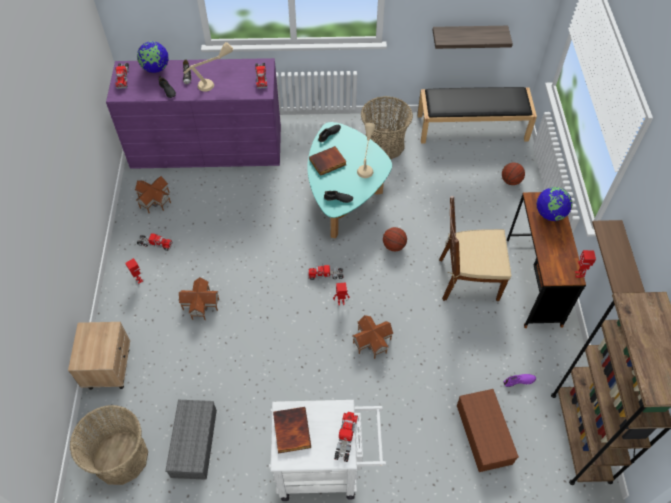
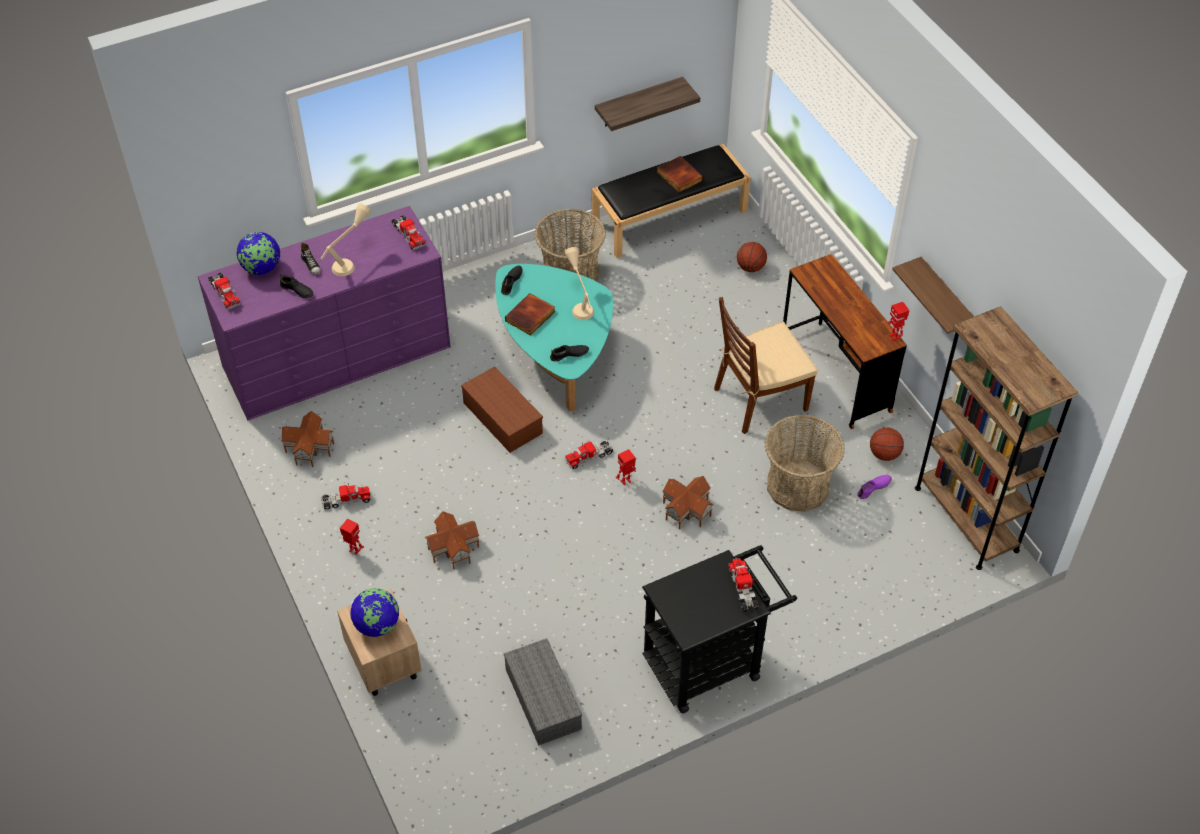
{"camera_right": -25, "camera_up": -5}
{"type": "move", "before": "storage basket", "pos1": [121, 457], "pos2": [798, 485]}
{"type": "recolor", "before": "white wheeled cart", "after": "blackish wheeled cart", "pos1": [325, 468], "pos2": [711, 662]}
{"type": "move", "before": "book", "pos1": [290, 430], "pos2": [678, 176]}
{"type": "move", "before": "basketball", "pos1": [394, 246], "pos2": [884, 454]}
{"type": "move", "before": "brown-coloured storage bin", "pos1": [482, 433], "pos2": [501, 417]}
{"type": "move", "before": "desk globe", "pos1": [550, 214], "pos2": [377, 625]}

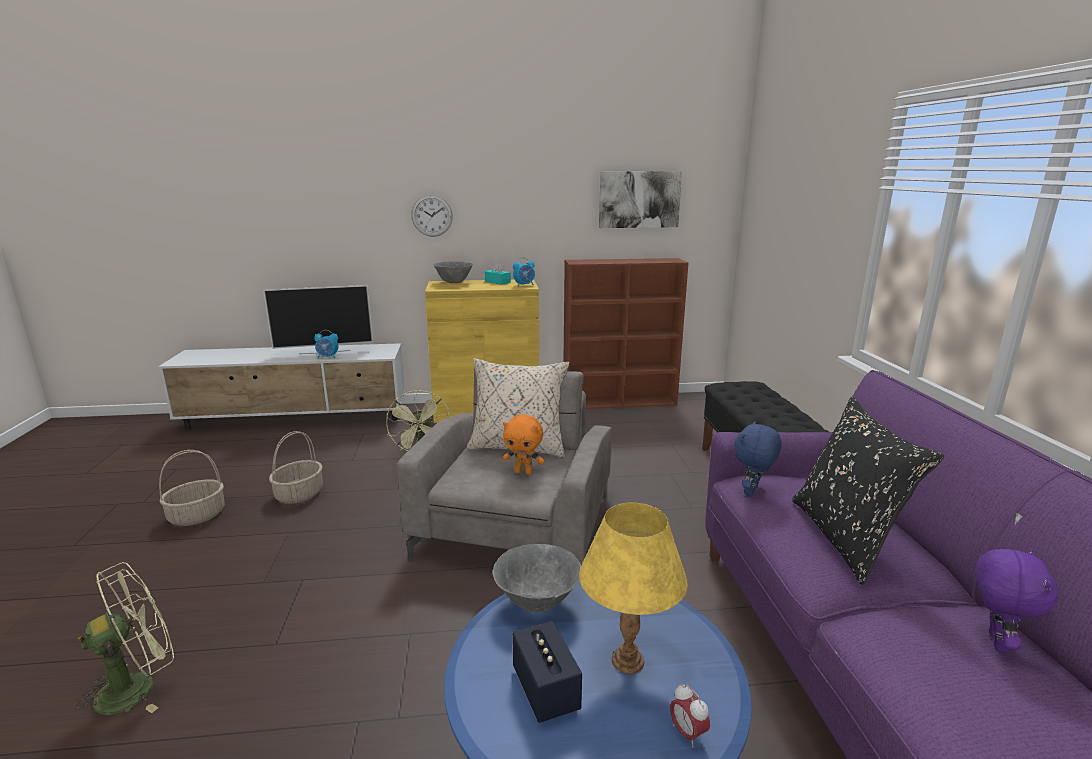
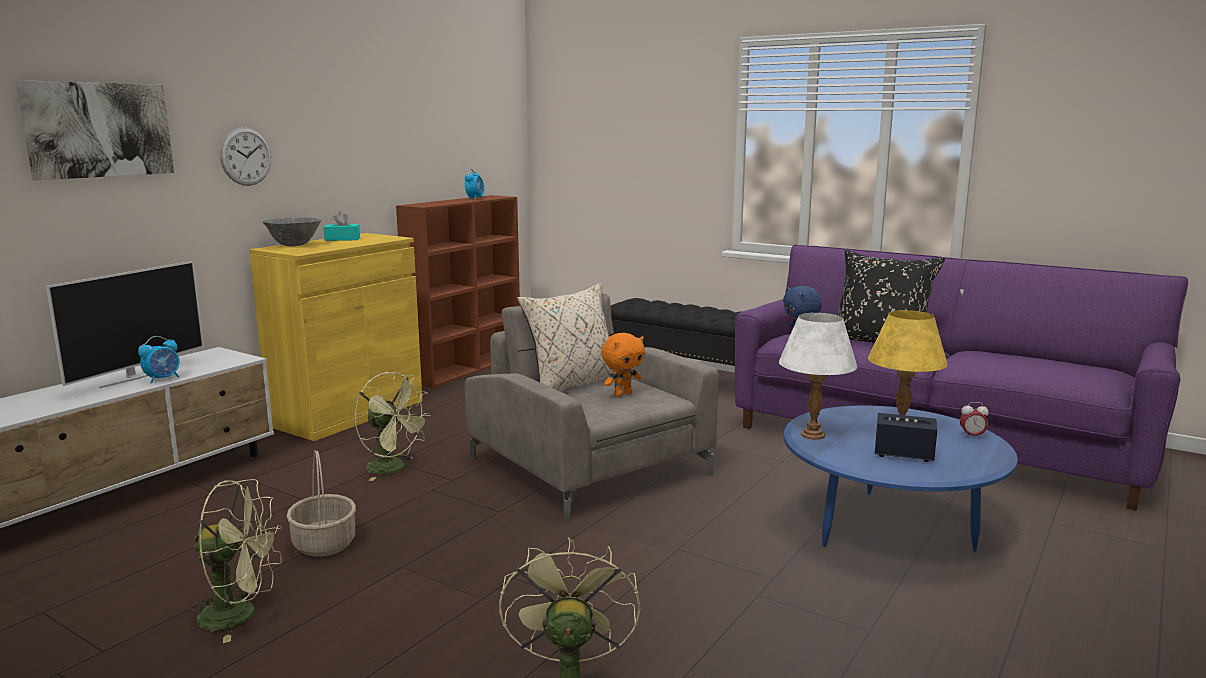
{"camera_right": -50, "camera_up": -5}
{"type": "replace", "before": "storage basket", "after": "green cooling fan", "pos1": [197, 515], "pos2": [240, 615]}
{"type": "replace", "before": "gray deep dish", "after": "white table lamp", "pos1": [538, 602], "pos2": [813, 435]}
{"type": "move", "before": "bedside clock", "pos1": [524, 285], "pos2": [475, 199]}
{"type": "move", "before": "wall picture", "pos1": [639, 199], "pos2": [99, 130]}
{"type": "delete", "before": "purple-coloured plush toy", "pos1": [994, 641]}

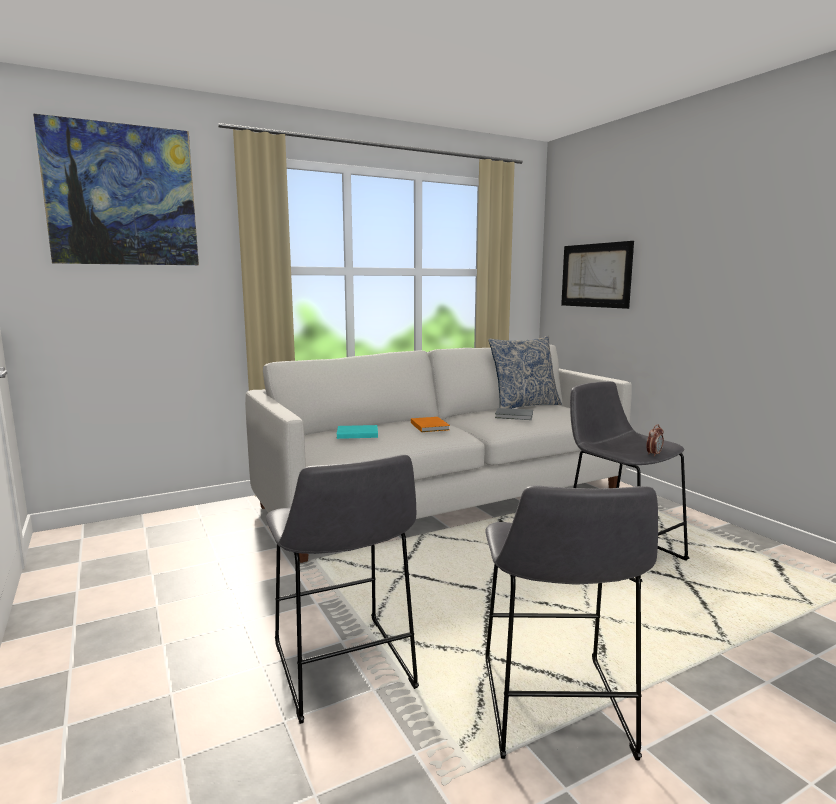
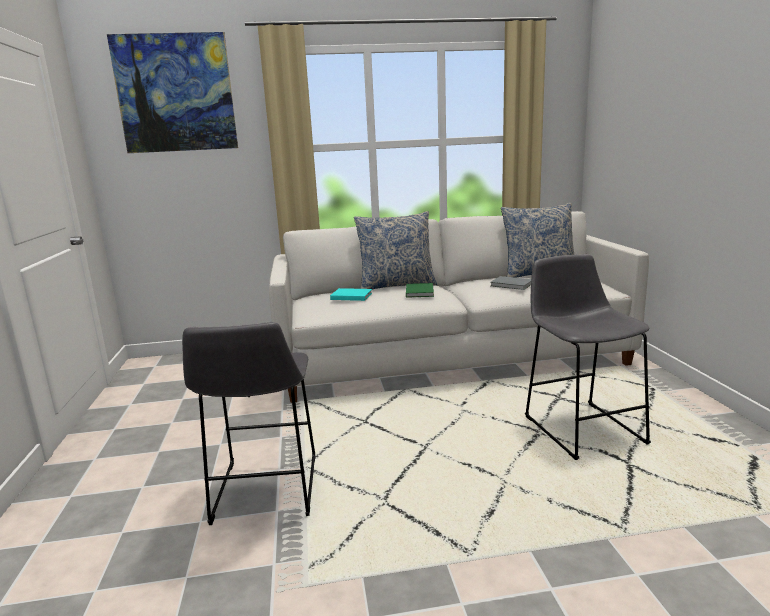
{"camera_right": 20, "camera_up": 5}
{"type": "recolor", "before": "orange-coloured book", "after": "green book", "pos1": [430, 426], "pos2": [420, 292]}
{"type": "delete", "before": "gray stool", "pos1": [554, 712]}
{"type": "delete", "before": "wall picture", "pos1": [595, 275]}
{"type": "delete", "before": "bedside clock", "pos1": [653, 454]}
{"type": "insert", "after": "cushion", "pos2": [396, 285]}

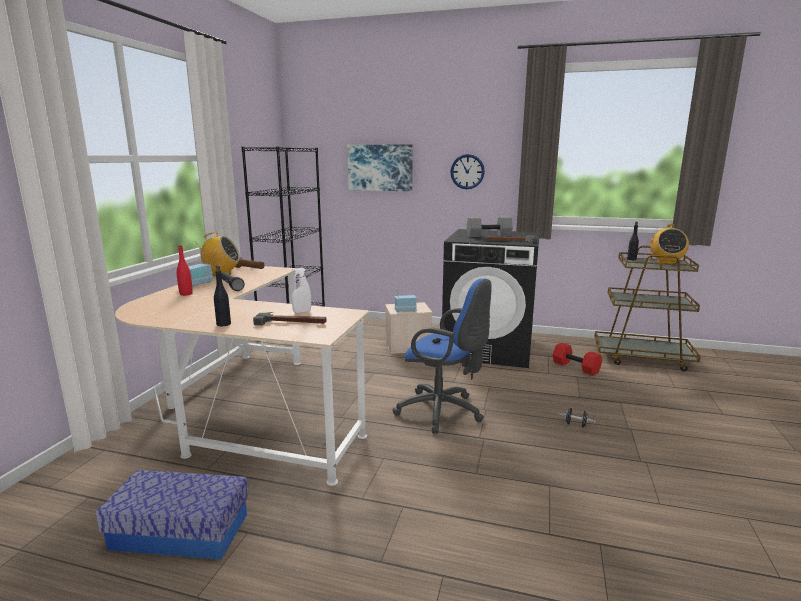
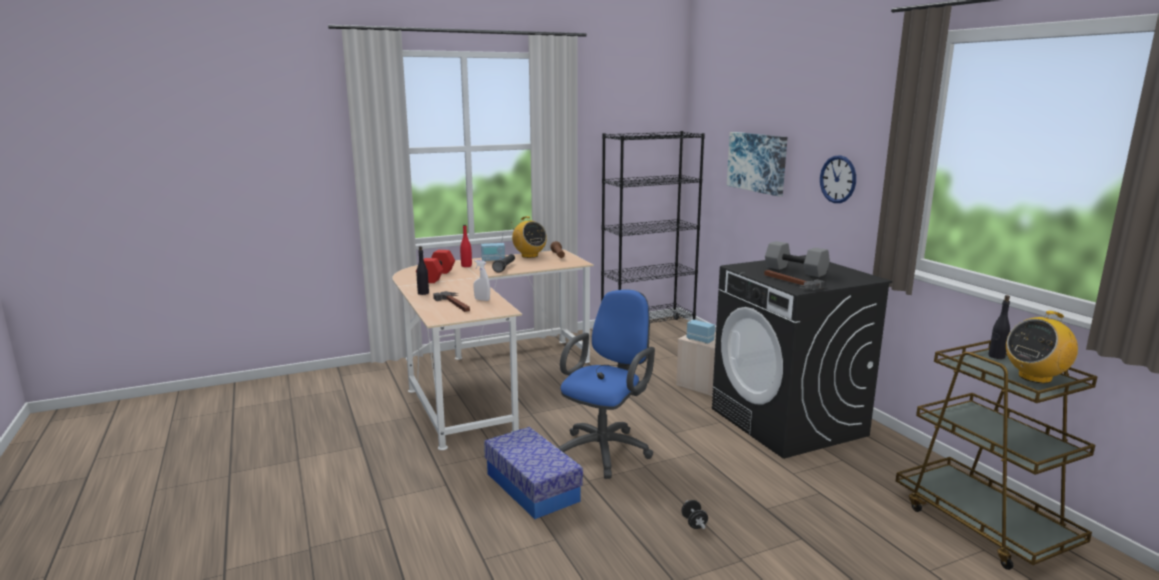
{"camera_right": 50, "camera_up": 0}
{"type": "move", "before": "storage bin", "pos1": [180, 531], "pos2": [532, 487]}
{"type": "rotate", "before": "blue-coloured desk chair", "pos1": [443, 412], "pos2": [606, 449], "turn": -135}
{"type": "move", "before": "red-coloured dumbbell", "pos1": [576, 367], "pos2": [437, 276]}

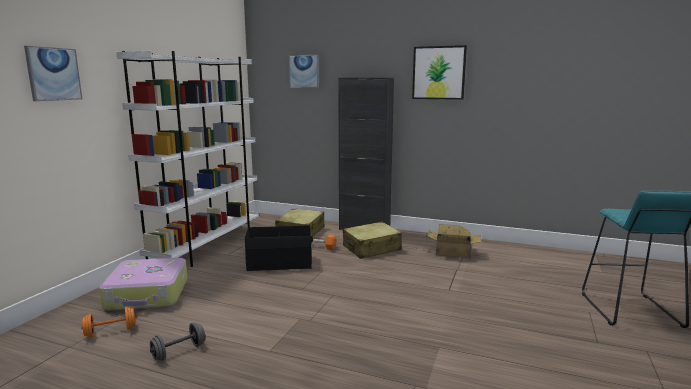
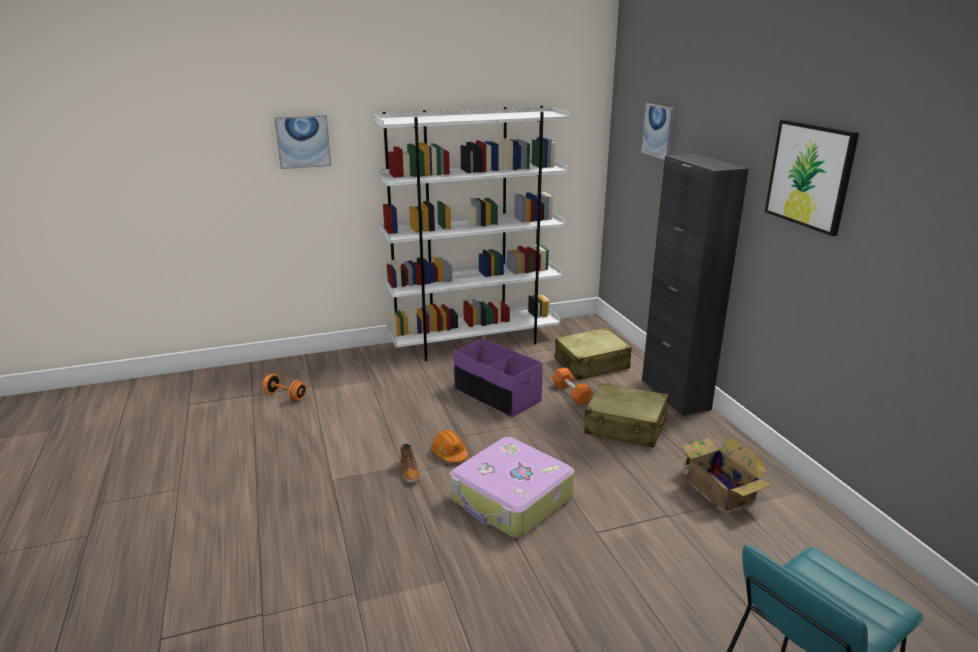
{"camera_right": 50, "camera_up": 10}
{"type": "move", "before": "piece of luggage", "pos1": [148, 294], "pos2": [511, 499]}
{"type": "delete", "before": "gray dumbbell", "pos1": [179, 351]}
{"type": "recolor", "before": "blackish storage bin", "after": "purple-coloured storage bin", "pos1": [280, 263], "pos2": [496, 395]}
{"type": "insert", "after": "high-top boot", "pos2": [410, 472]}
{"type": "insert", "after": "orange-coloured hard hat", "pos2": [449, 453]}

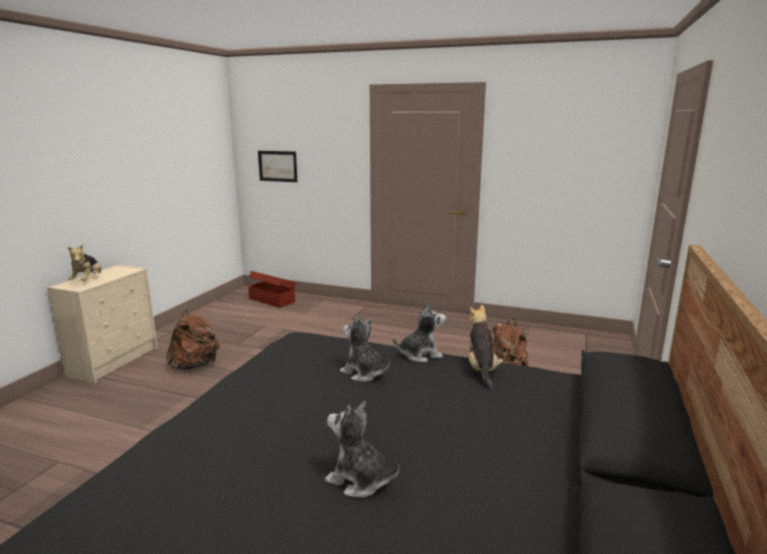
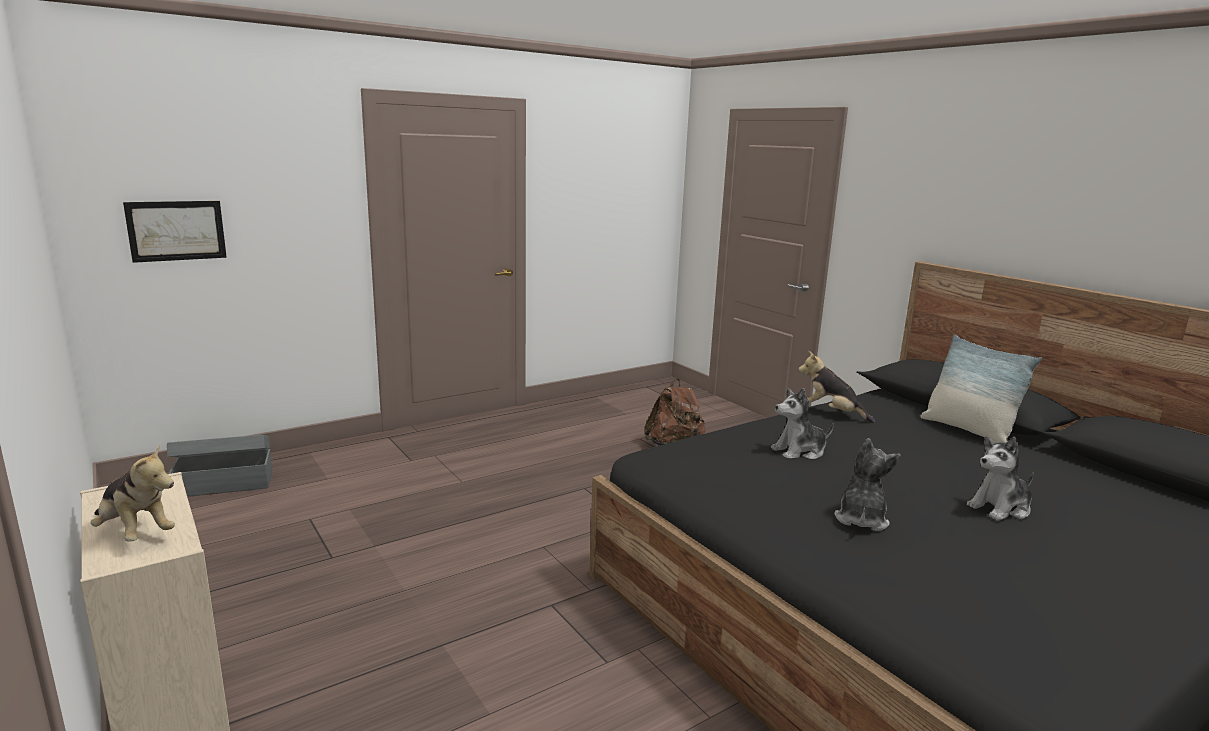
{"camera_right": -55, "camera_up": 0}
{"type": "delete", "before": "brown-coloured knapsack", "pos1": [195, 365]}
{"type": "recolor", "before": "brown-coloured storage bin", "after": "gray storage bin", "pos1": [272, 300], "pos2": [223, 484]}
{"type": "move", "before": "plush toy", "pos1": [420, 355], "pos2": [861, 519]}
{"type": "insert", "after": "cushion", "pos2": [968, 430]}

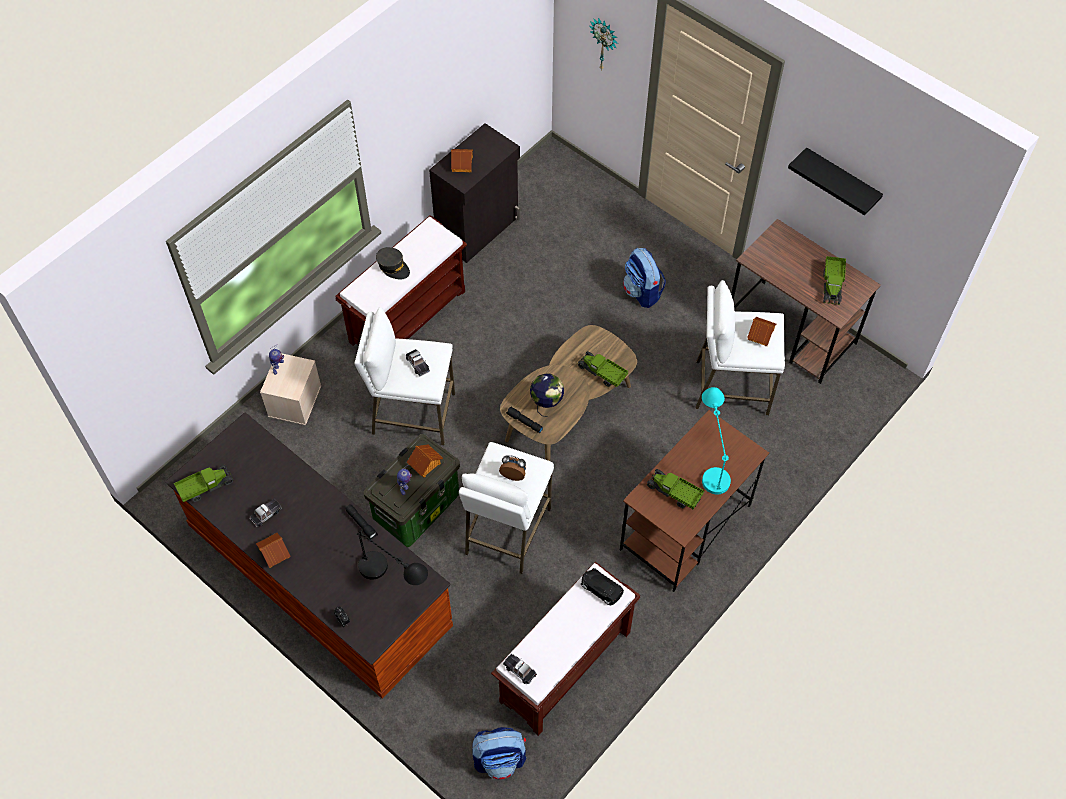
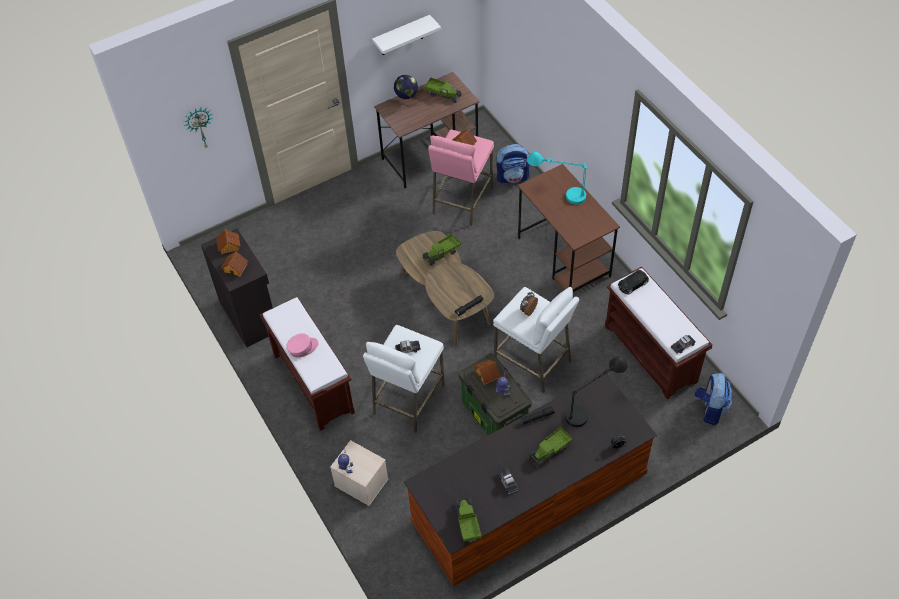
{"camera_right": -70, "camera_up": -5}
{"type": "move", "before": "miniature house", "pos1": [274, 553], "pos2": [229, 246]}
{"type": "recolor", "before": "gray peaked cap", "after": "pink peaked cap", "pos1": [393, 267], "pos2": [302, 348]}
{"type": "move", "before": "desk globe", "pos1": [546, 404], "pos2": [407, 100]}
{"type": "move", "before": "knapsack", "pos1": [642, 292], "pos2": [512, 177]}
{"type": "move", "before": "toy truck", "pos1": [674, 493], "pos2": [550, 451]}
{"type": "recolor", "before": "white stool", "after": "pink stool", "pos1": [731, 387], "pos2": [462, 201]}
{"type": "recolor", "before": "blackish wall shelf", "after": "white wall shelf", "pos1": [841, 181], "pos2": [401, 36]}

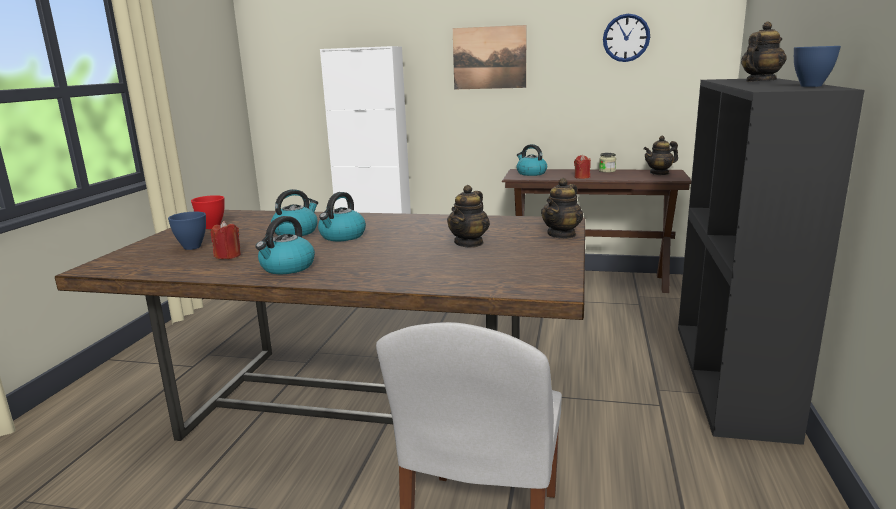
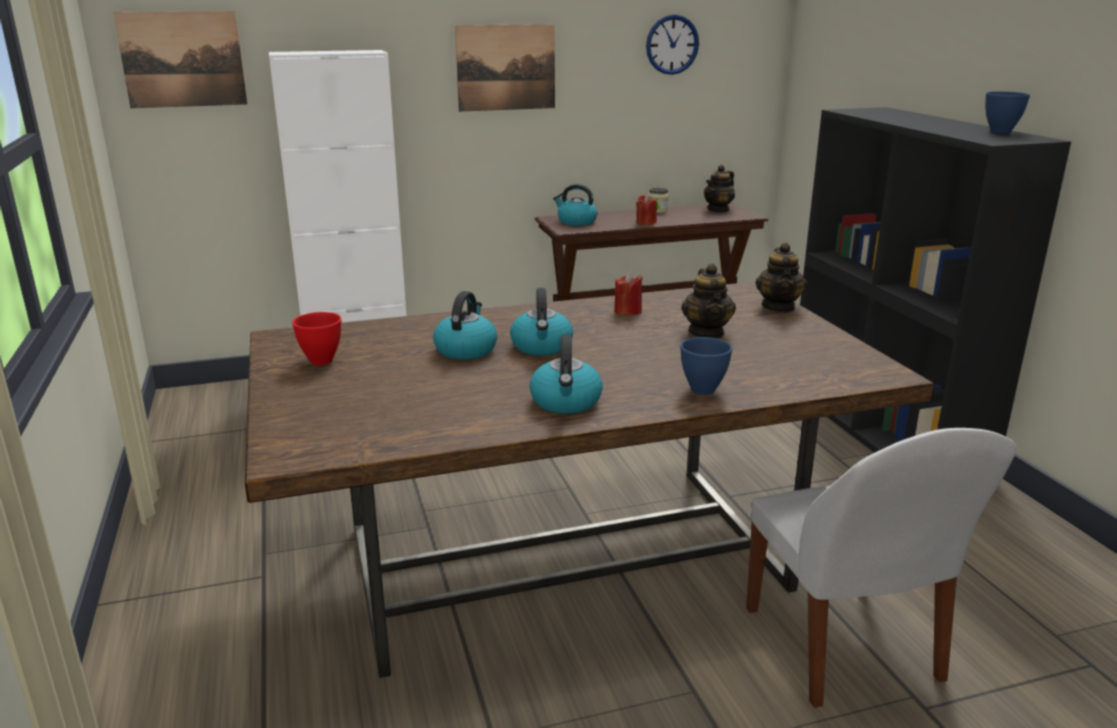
{"camera_right": -30, "camera_up": 5}
{"type": "move", "before": "blue-coloured deep dish", "pos1": [192, 247], "pos2": [701, 390]}
{"type": "move", "before": "red-coloured candle", "pos1": [228, 256], "pos2": [627, 311]}
{"type": "delete", "before": "teapot", "pos1": [759, 81]}
{"type": "insert", "after": "wall picture", "pos2": [182, 59]}

